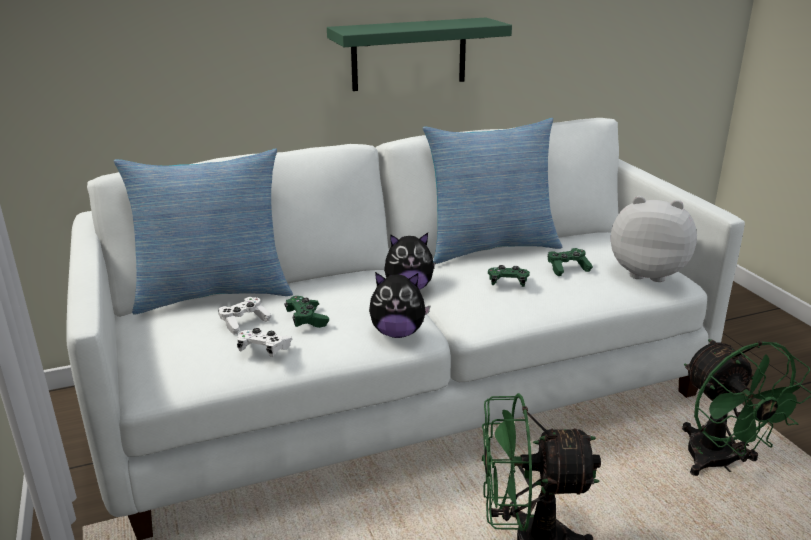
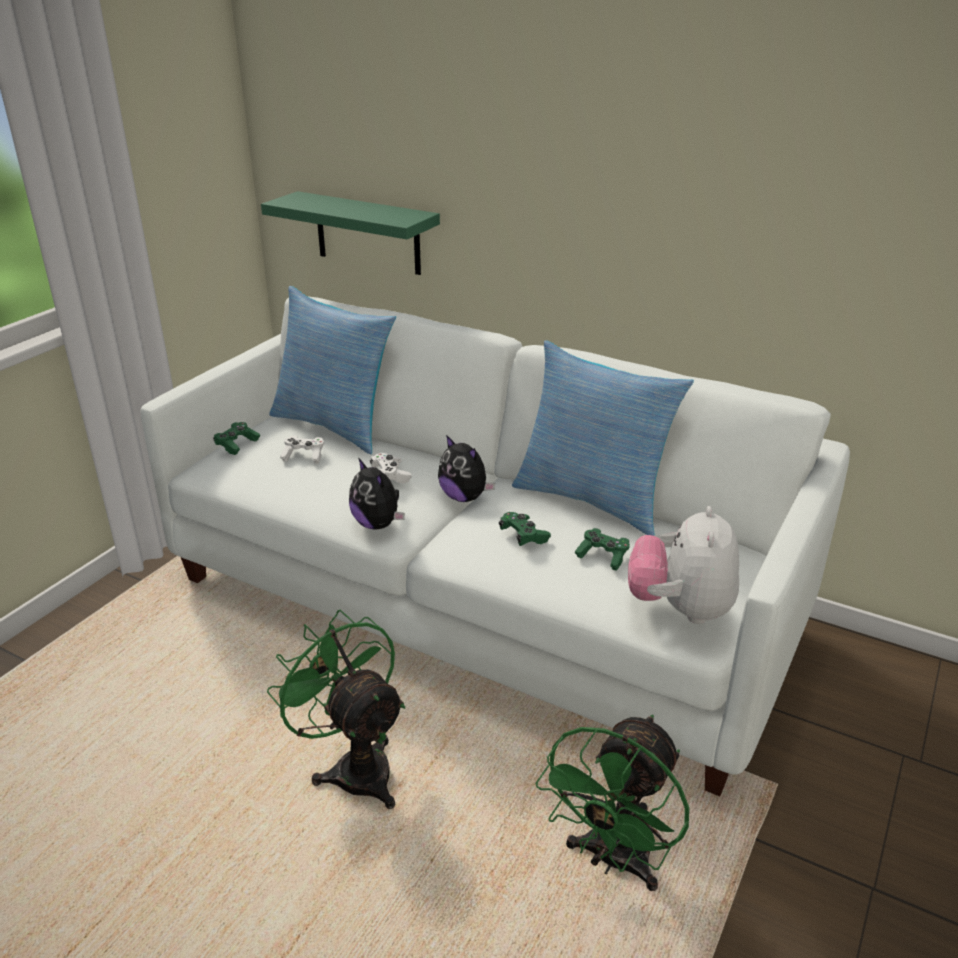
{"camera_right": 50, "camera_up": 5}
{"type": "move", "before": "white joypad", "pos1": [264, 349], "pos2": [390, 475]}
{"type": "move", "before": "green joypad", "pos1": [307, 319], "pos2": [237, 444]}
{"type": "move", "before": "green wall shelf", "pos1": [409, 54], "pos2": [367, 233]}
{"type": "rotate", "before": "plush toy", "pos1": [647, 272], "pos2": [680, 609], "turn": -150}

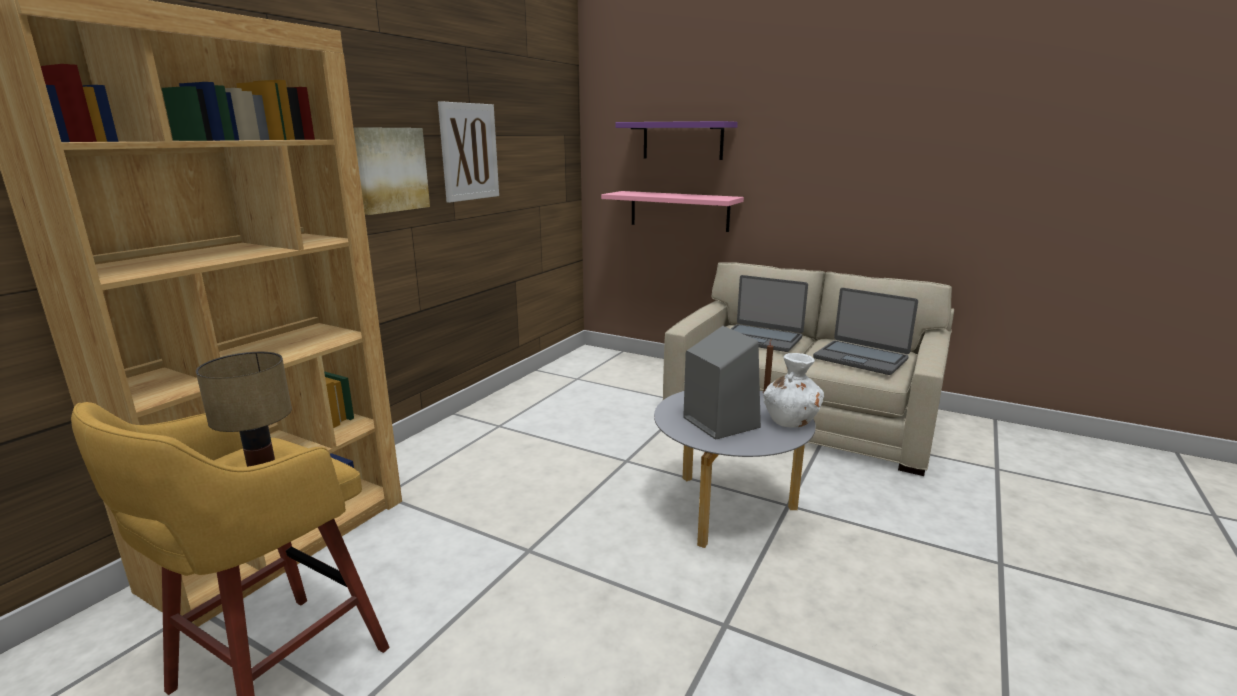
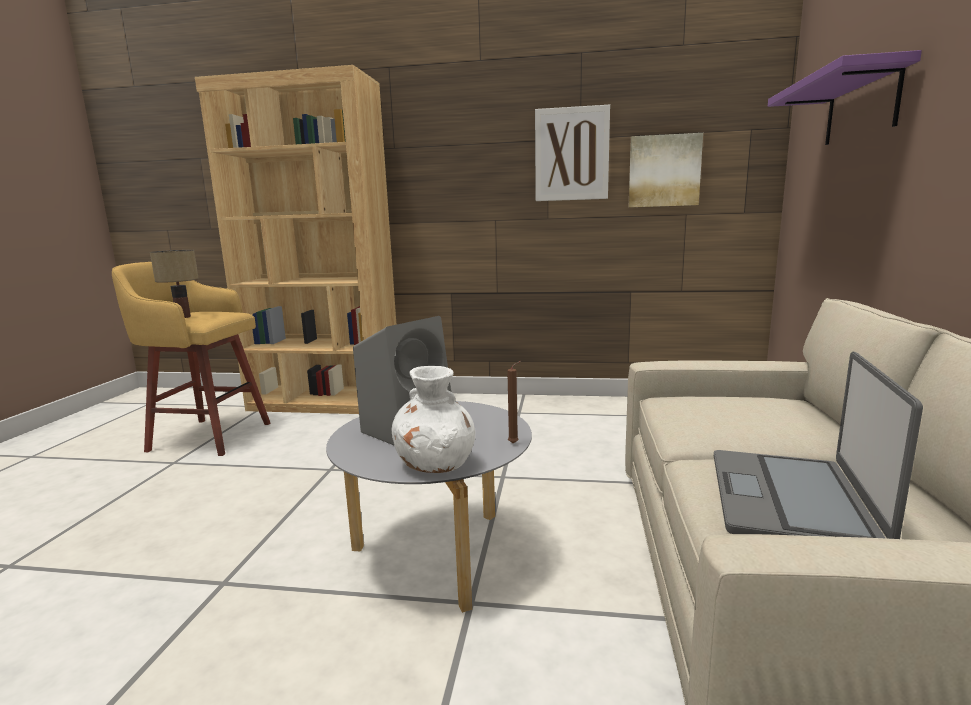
{"camera_right": 70, "camera_up": -5}
{"type": "move", "before": "wall picture", "pos1": [391, 169], "pos2": [664, 171]}
{"type": "delete", "before": "pink wall shelf", "pos1": [679, 211]}
{"type": "delete", "before": "laptop", "pos1": [761, 339]}

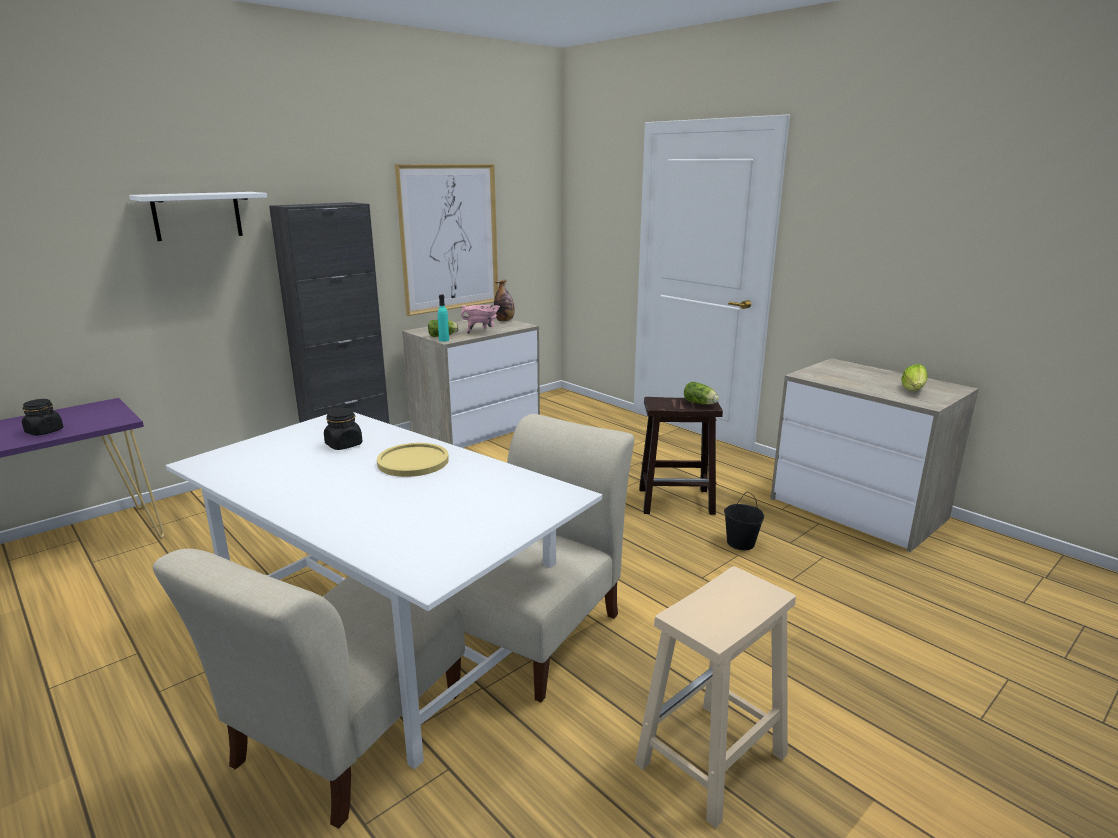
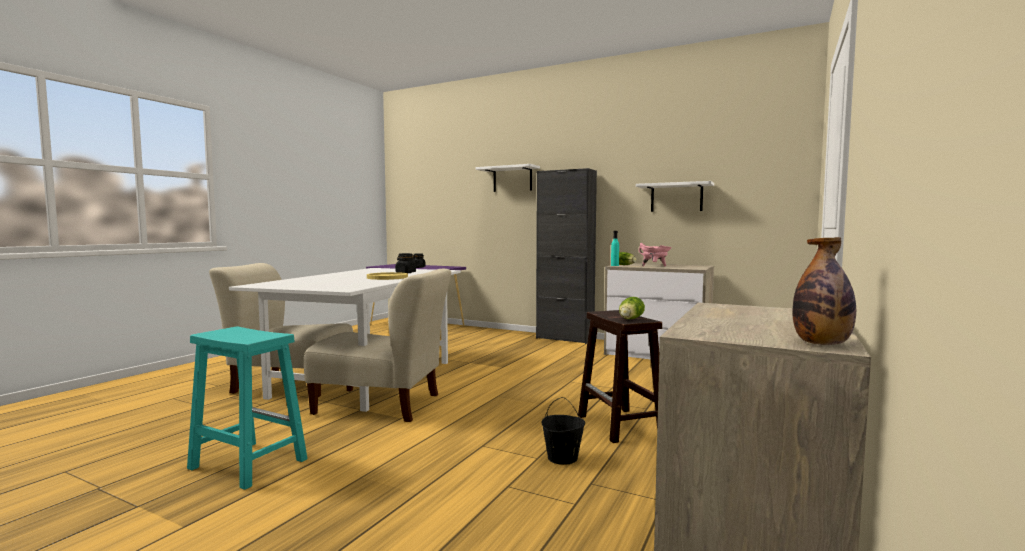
{"camera_right": 70, "camera_up": -15}
{"type": "replace", "before": "wall picture", "after": "white wall shelf", "pos1": [449, 238], "pos2": [676, 197]}
{"type": "move", "before": "bottle", "pos1": [504, 321], "pos2": [822, 344]}
{"type": "recolor", "before": "beige stool", "after": "turquoise stool", "pos1": [710, 761], "pos2": [246, 464]}
{"type": "delete", "before": "lettuce", "pos1": [913, 390]}

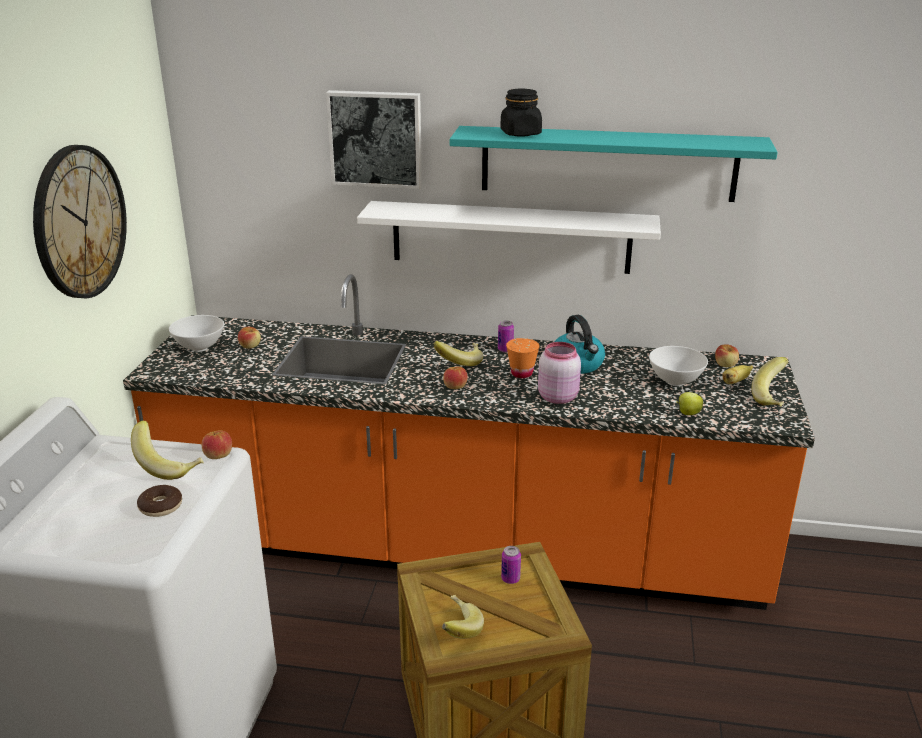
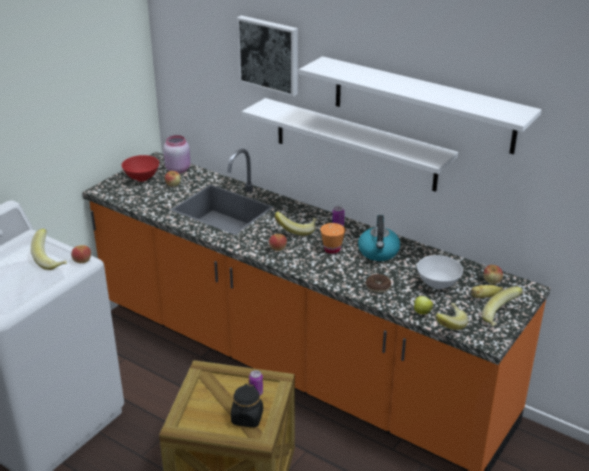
{"camera_right": 25, "camera_up": 5}
{"type": "delete", "before": "hanging clock", "pos1": [79, 222]}
{"type": "move", "before": "ring doughnut", "pos1": [161, 507], "pos2": [378, 287]}
{"type": "recolor", "before": "white deep dish", "after": "red-coloured deep dish", "pos1": [199, 348], "pos2": [142, 178]}
{"type": "move", "before": "banana", "pos1": [456, 630], "pos2": [448, 324]}
{"type": "recolor", "before": "turquoise wall shelf", "after": "white wall shelf", "pos1": [608, 163], "pos2": [422, 104]}
{"type": "move", "before": "blackish storage jar", "pos1": [521, 134], "pos2": [247, 418]}
{"type": "move", "before": "pink storage jar", "pos1": [557, 397], "pos2": [178, 169]}

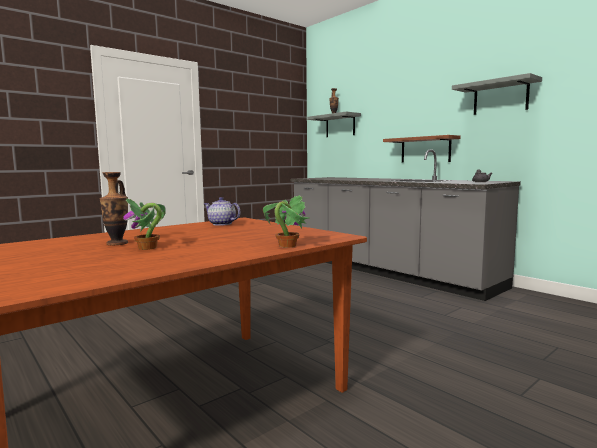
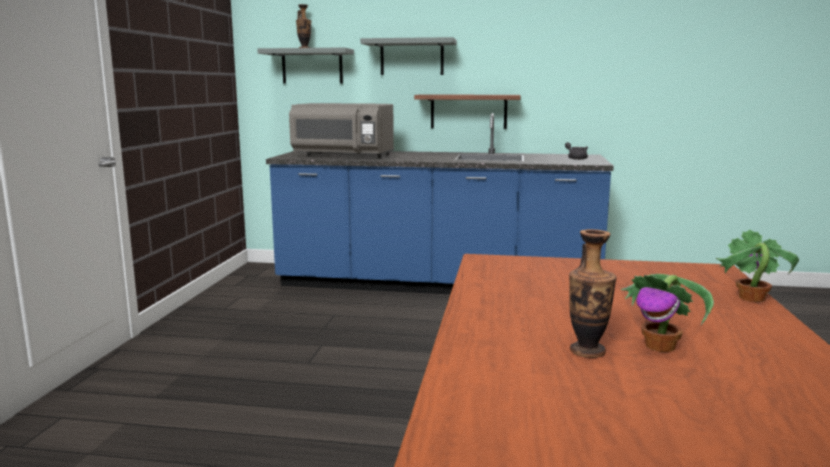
{"camera_right": -40, "camera_up": 5}
{"type": "delete", "before": "teapot", "pos1": [221, 224]}
{"type": "recolor", "before": "gray kitchen counter", "after": "blue-coloured kitchen counter", "pos1": [386, 271], "pos2": [437, 285]}
{"type": "move", "before": "gray wall shelf", "pos1": [500, 97], "pos2": [412, 57]}
{"type": "insert", "after": "gray microwave oven", "pos2": [343, 156]}

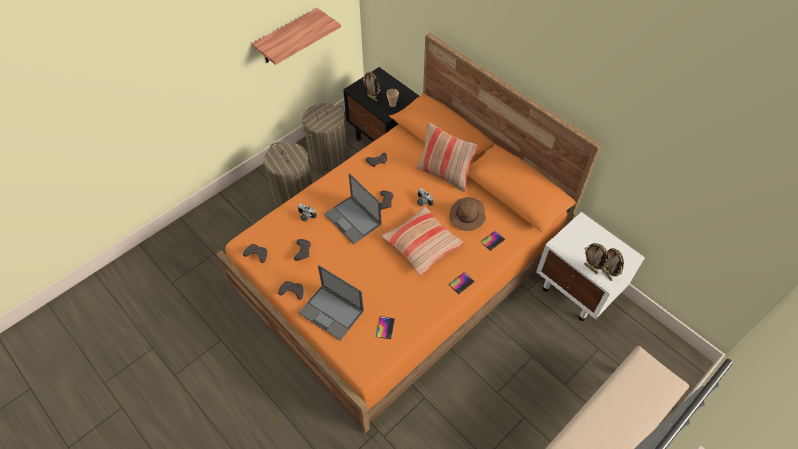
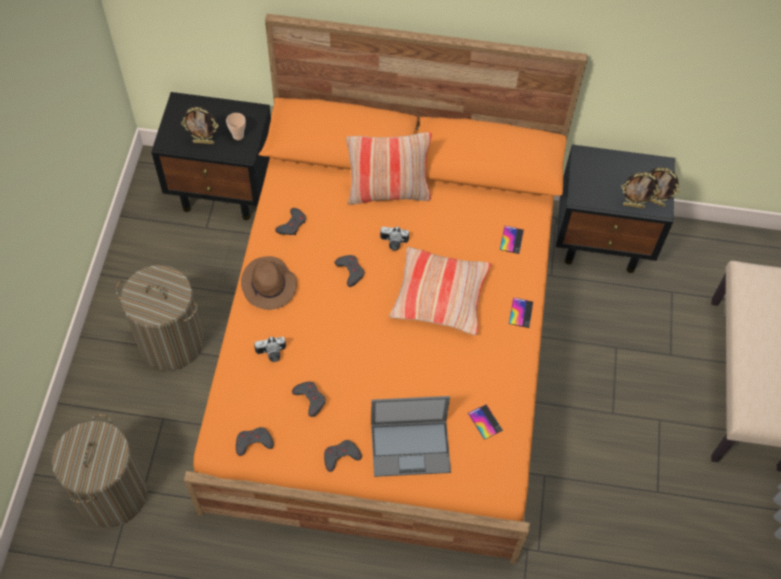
{"camera_right": -40, "camera_up": 5}
{"type": "delete", "before": "wall shelf", "pos1": [287, 37]}
{"type": "move", "before": "washing basket", "pos1": [328, 157], "pos2": [112, 493]}
{"type": "delete", "before": "laptop", "pos1": [353, 220]}
{"type": "move", "before": "brown-coloured hat", "pos1": [467, 216], "pos2": [269, 286]}
{"type": "recolor", "before": "white night table", "after": "blackish night table", "pos1": [577, 291], "pos2": [602, 241]}

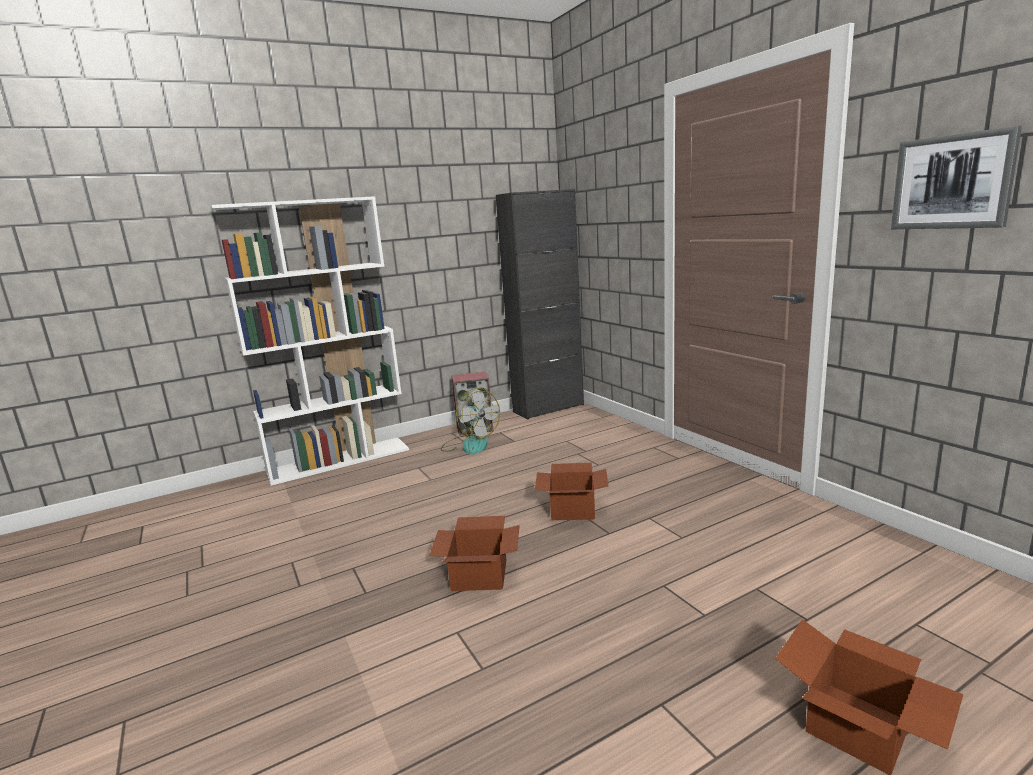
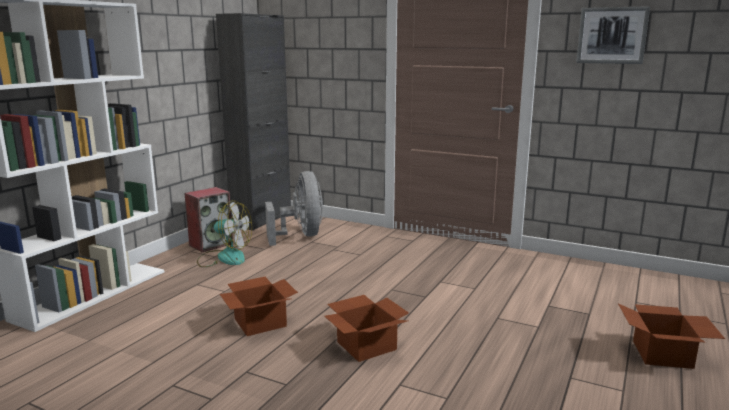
{"camera_right": -35, "camera_up": 0}
{"type": "move", "before": "cardboard box", "pos1": [573, 508], "pos2": [260, 322]}
{"type": "insert", "after": "gray cooling fan", "pos2": [301, 236]}

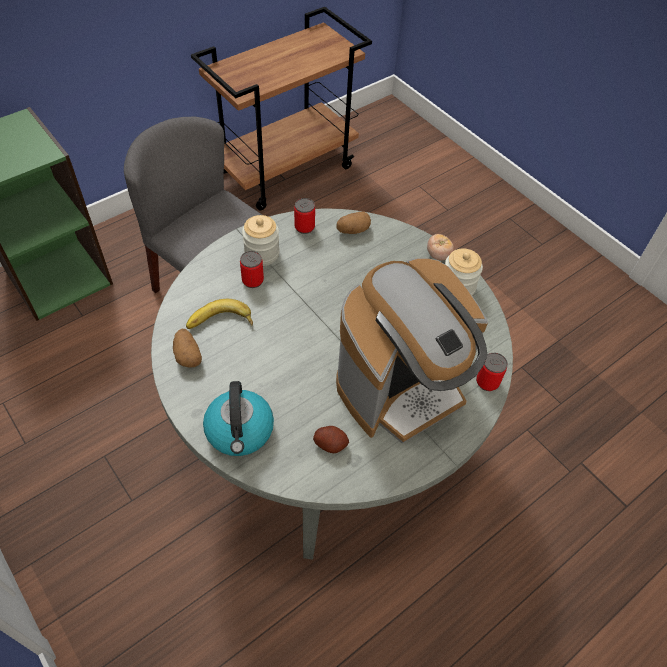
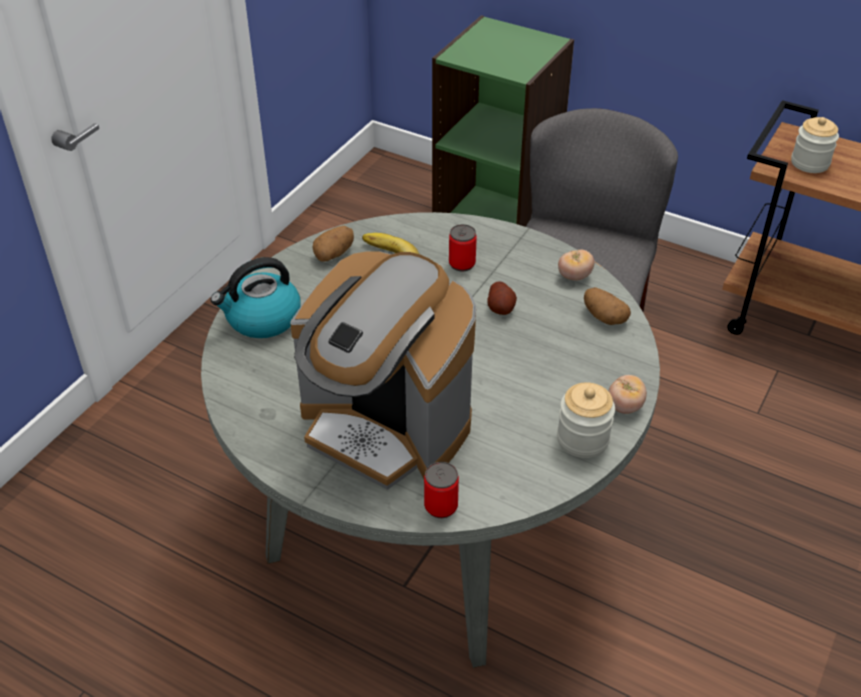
{"camera_right": 70, "camera_up": -10}
{"type": "move", "before": "storage jar", "pos1": [262, 254], "pos2": [810, 163]}
{"type": "replace", "before": "sealed can", "after": "tomato", "pos1": [304, 227], "pos2": [574, 276]}
{"type": "move", "before": "potato", "pos1": [330, 444], "pos2": [501, 308]}

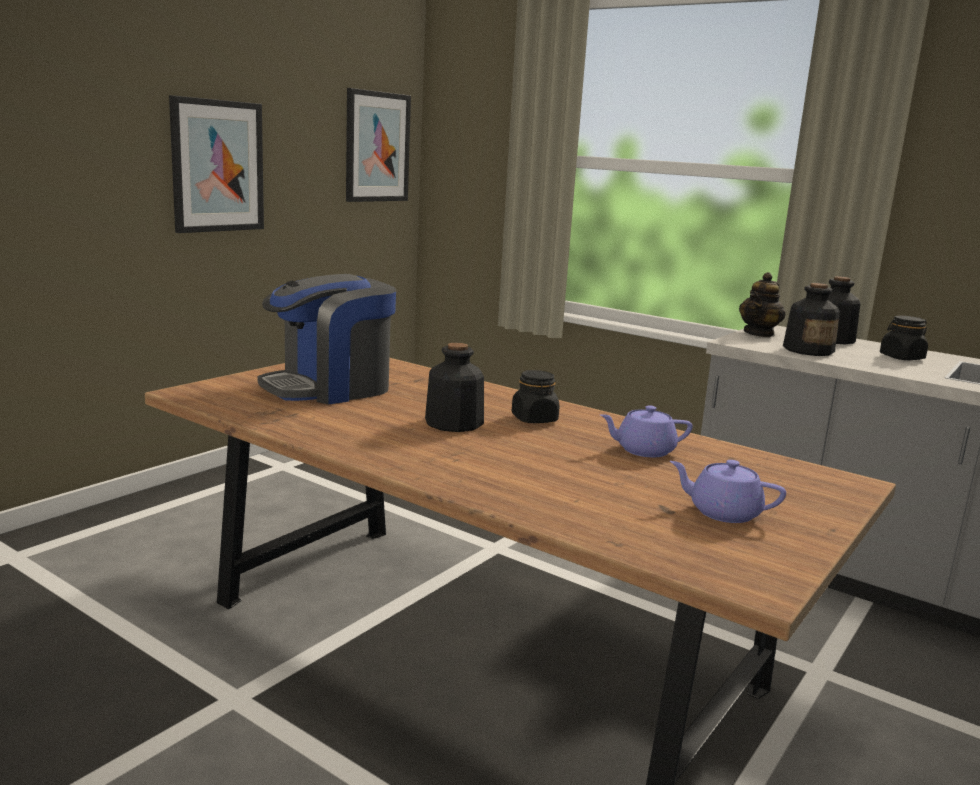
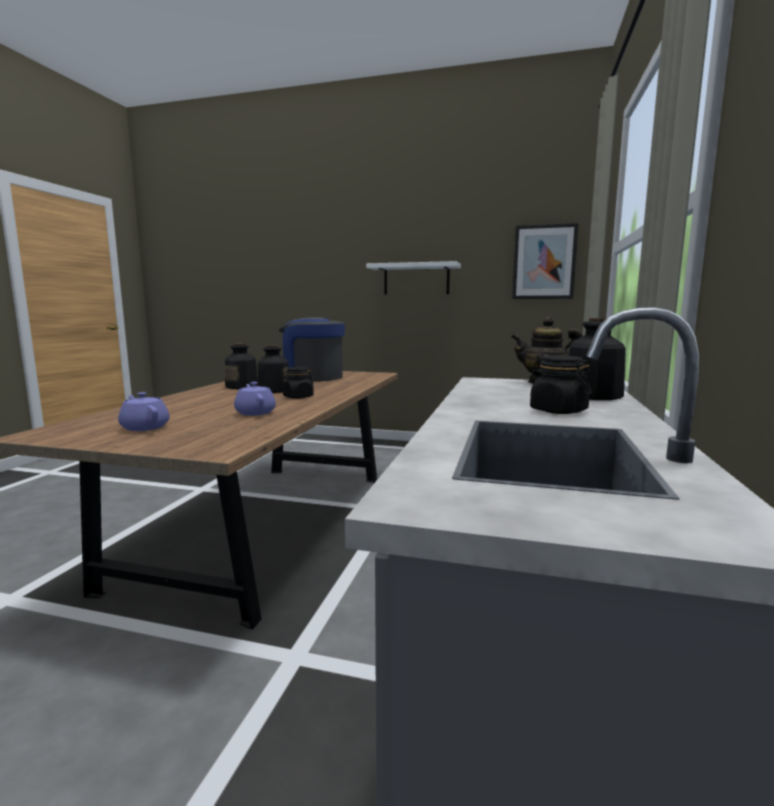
{"camera_right": 70, "camera_up": -5}
{"type": "replace", "before": "wall picture", "after": "white wall shelf", "pos1": [217, 166], "pos2": [416, 279]}
{"type": "rotate", "before": "purple-coloured teapot", "pos1": [722, 512], "pos2": [144, 427], "turn": -45}
{"type": "move", "before": "bottle", "pos1": [808, 350], "pos2": [242, 386]}

